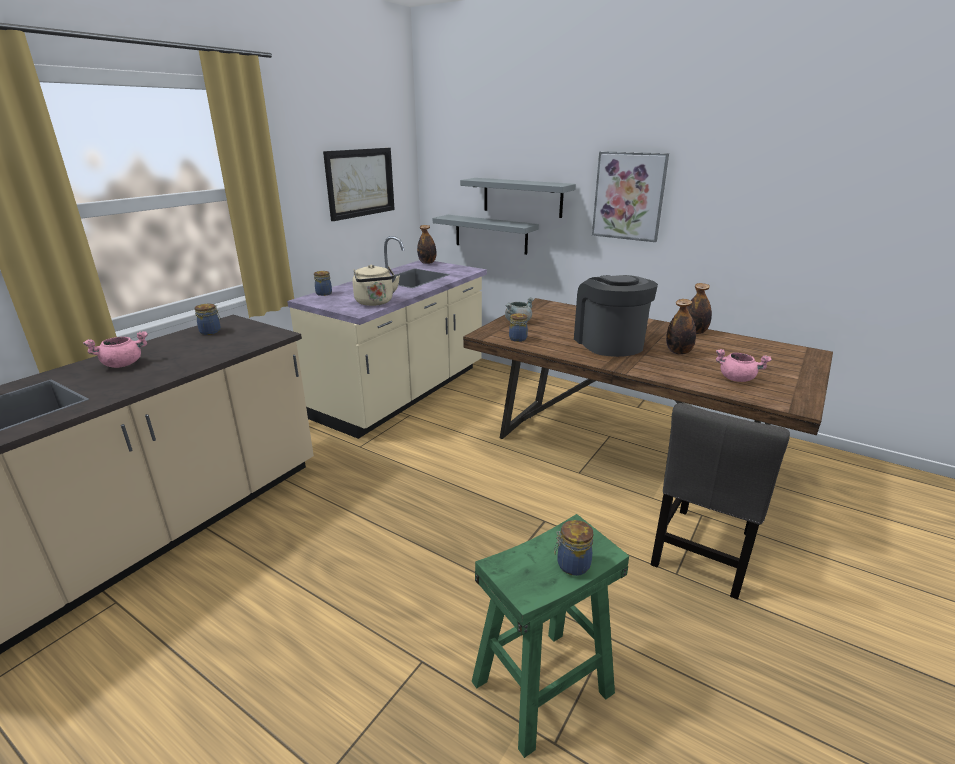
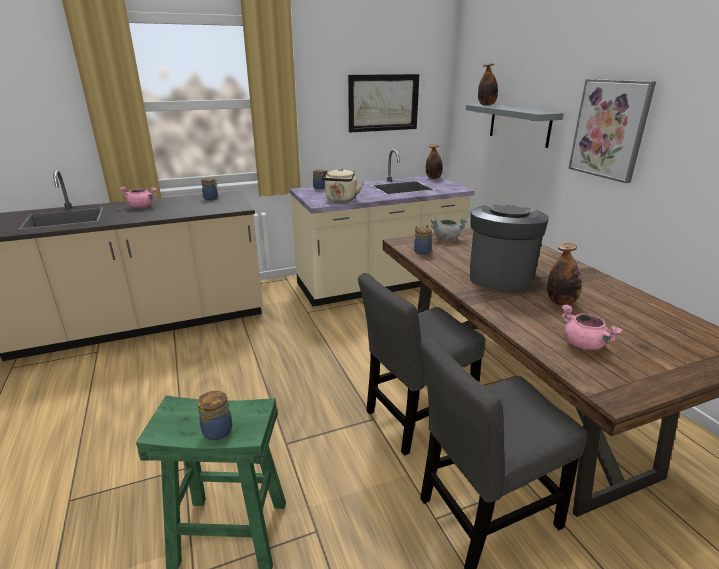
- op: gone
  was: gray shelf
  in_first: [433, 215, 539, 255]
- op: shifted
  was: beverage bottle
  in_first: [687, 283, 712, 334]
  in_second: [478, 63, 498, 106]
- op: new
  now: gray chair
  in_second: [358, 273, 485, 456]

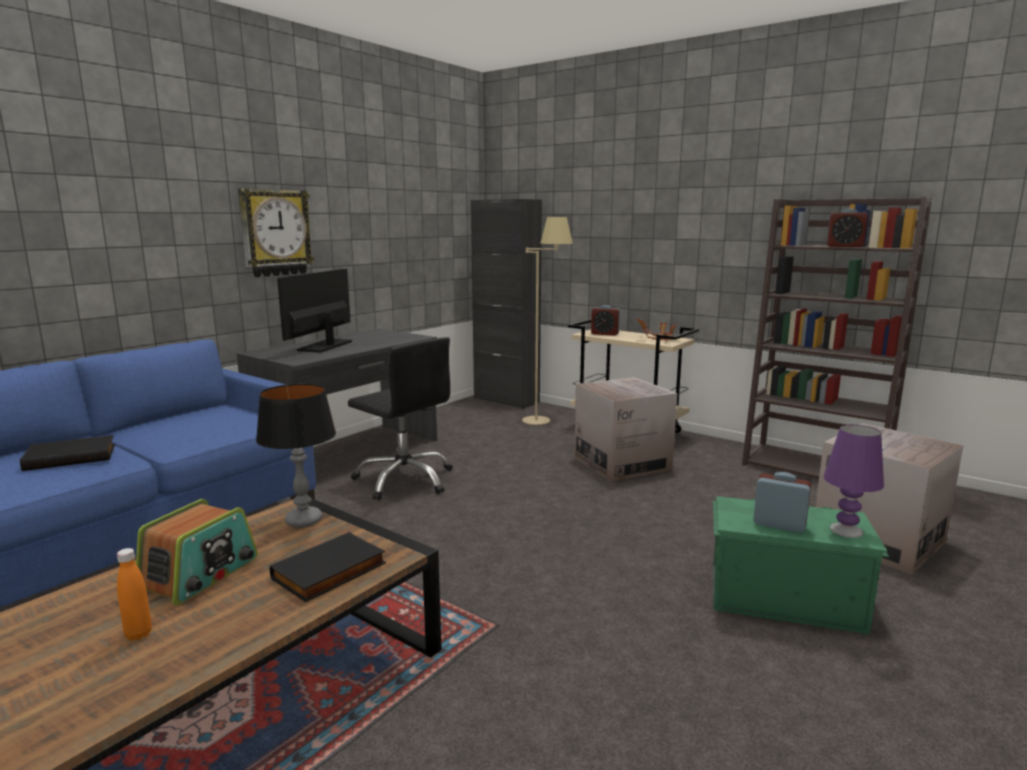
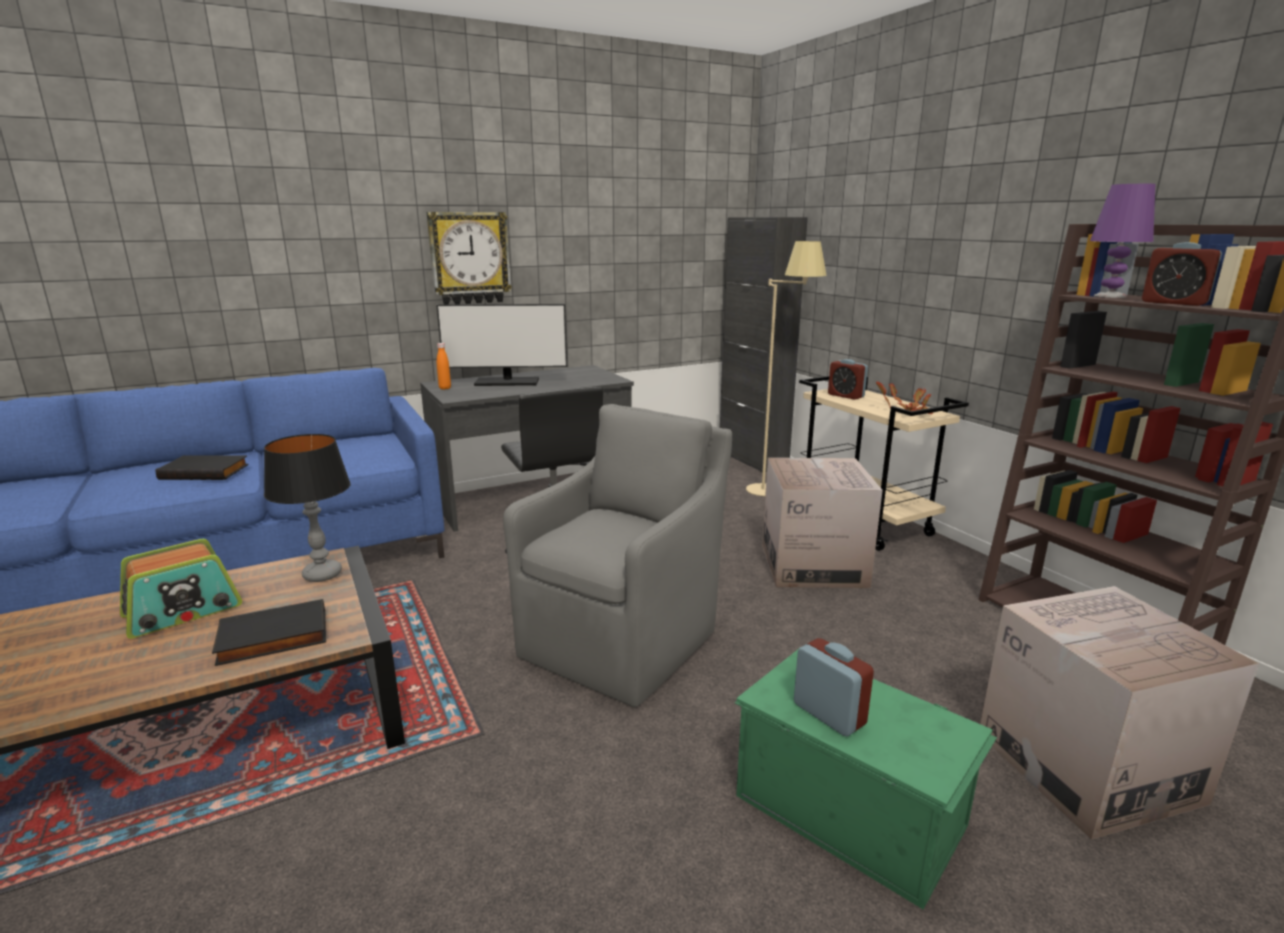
- op: shifted
  was: orangey beverage bottle
  in_first: [117, 548, 152, 640]
  in_second: [437, 343, 451, 389]
- op: rotated
  was: computer display
  in_first: [277, 269, 352, 353]
  in_second: [436, 304, 567, 386]
  clockwise: -135
- op: shifted
  was: purple-coloured table lamp
  in_first: [823, 425, 884, 538]
  in_second: [1090, 184, 1155, 298]
- op: new
  now: gray easy chair
  in_second: [503, 404, 732, 707]

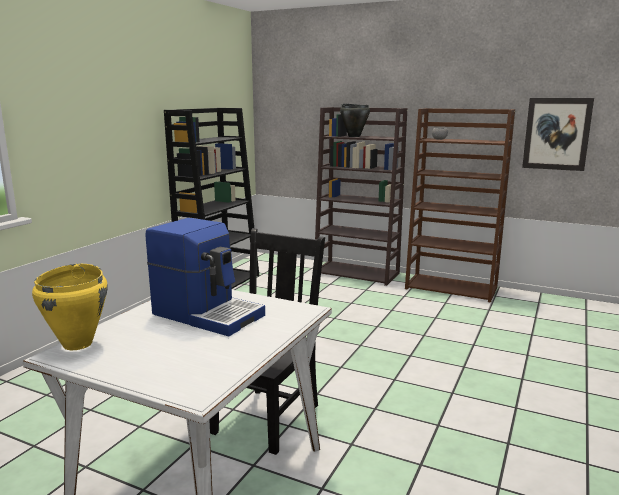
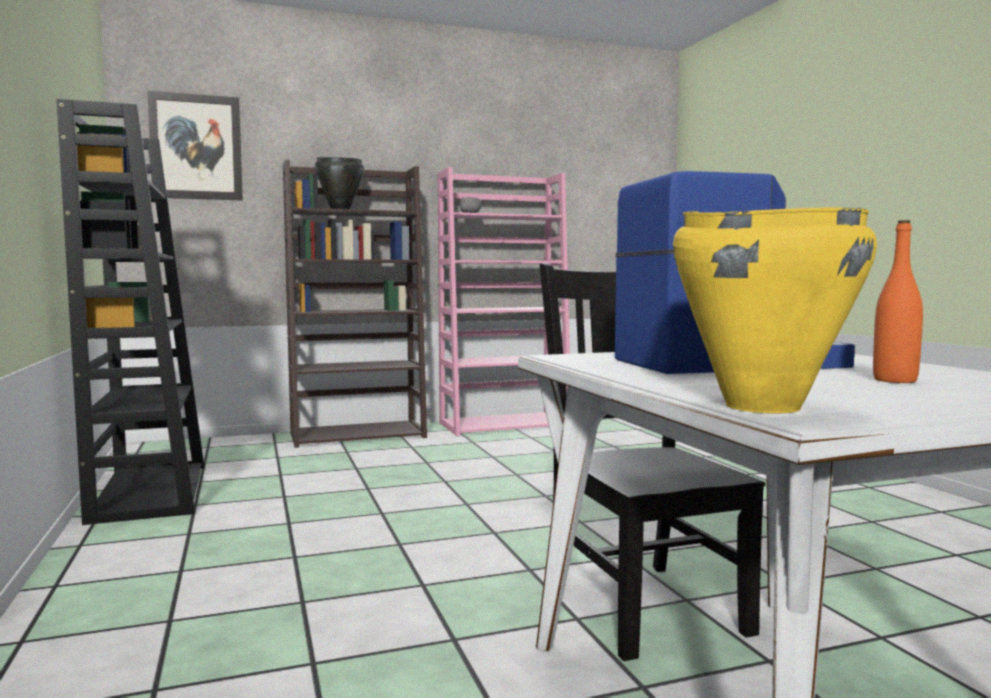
- op: repainted
  was: brown-coloured bookshelf
  now: pink bookshelf
  in_first: [405, 108, 515, 303]
  in_second: [438, 167, 570, 436]
- op: shifted
  was: picture
  in_first: [522, 98, 594, 171]
  in_second: [147, 91, 243, 200]
- op: new
  now: orangey beverage bottle
  in_second: [873, 220, 923, 383]

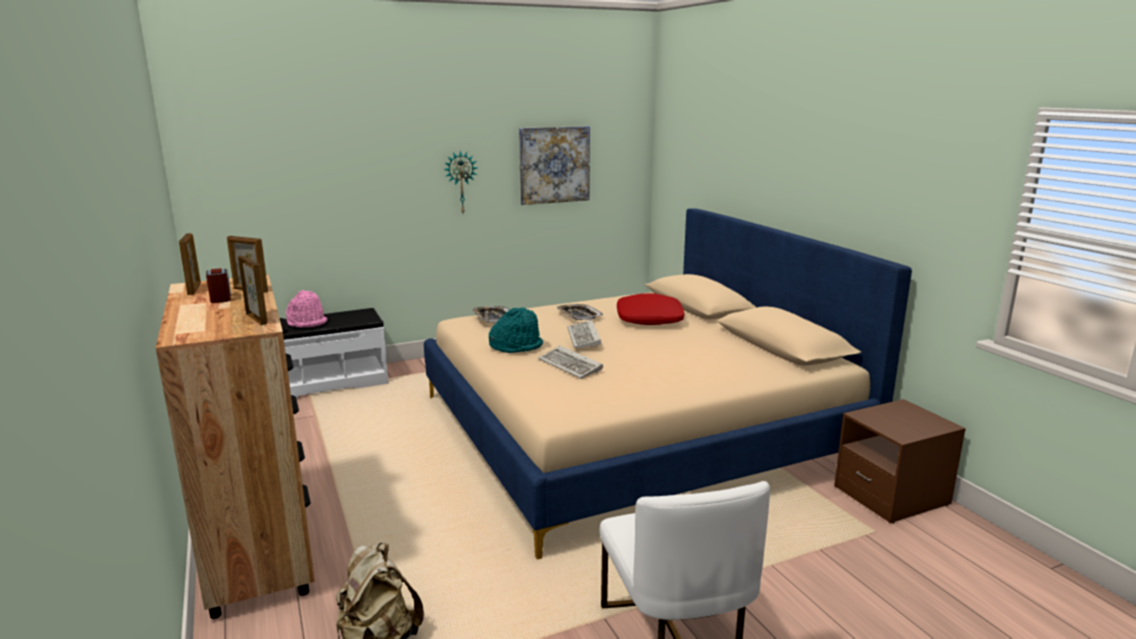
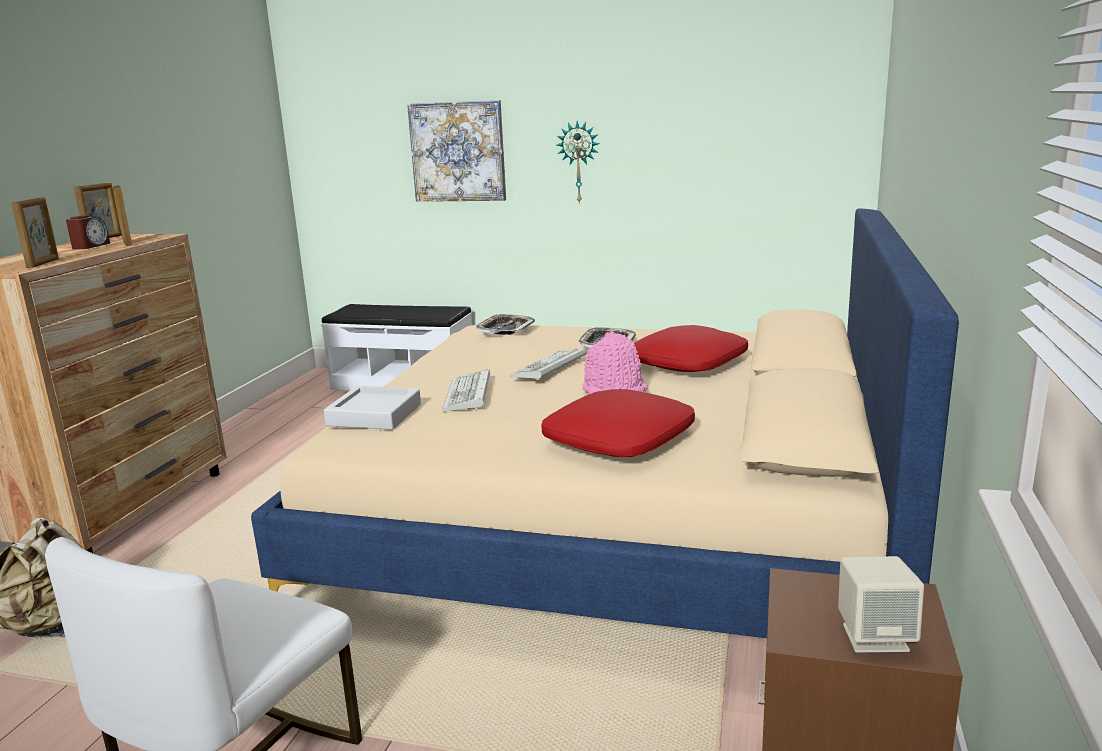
- op: shifted
  was: pink hat
  in_first: [286, 290, 328, 328]
  in_second: [582, 331, 648, 394]
- op: gone
  was: turquoise-coloured hat
  in_first: [489, 307, 543, 353]
- op: shifted
  was: picture
  in_first: [519, 126, 590, 205]
  in_second: [407, 100, 506, 202]
- op: new
  now: gray carrying tray
  in_second: [324, 386, 421, 430]
- op: new
  now: red throw pillow
  in_second: [542, 389, 695, 457]
- op: new
  now: beige-coloured speaker
  in_second: [838, 556, 924, 653]

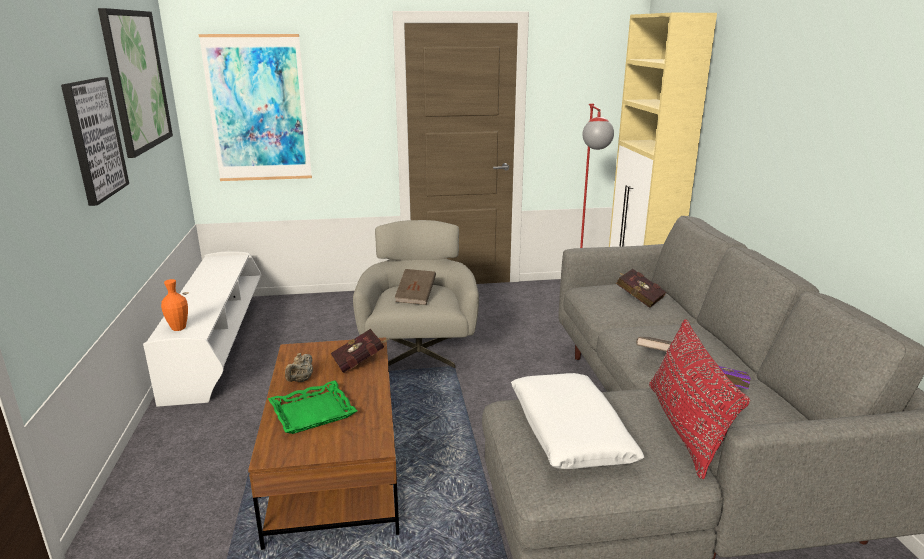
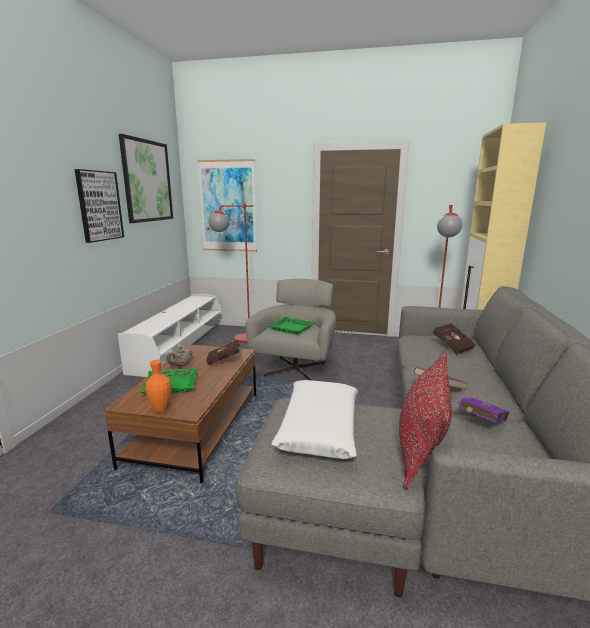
- op: shifted
  was: orangey decorative vase
  in_first: [161, 279, 188, 331]
  in_second: [145, 360, 171, 413]
- op: swapped
  was: brown-coloured volume
  now: greenish carrying tray
  in_first: [394, 269, 436, 305]
  in_second: [268, 317, 315, 334]
- op: new
  now: red standing lamp
  in_second: [208, 204, 254, 343]

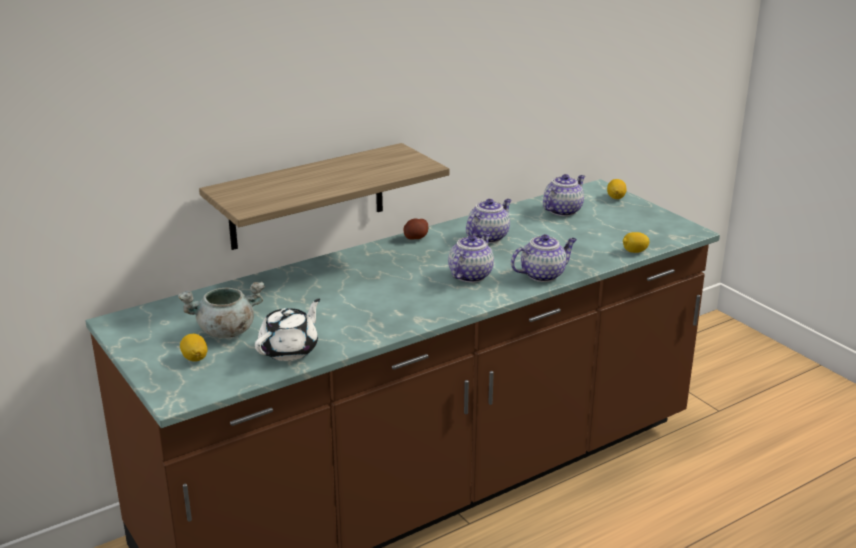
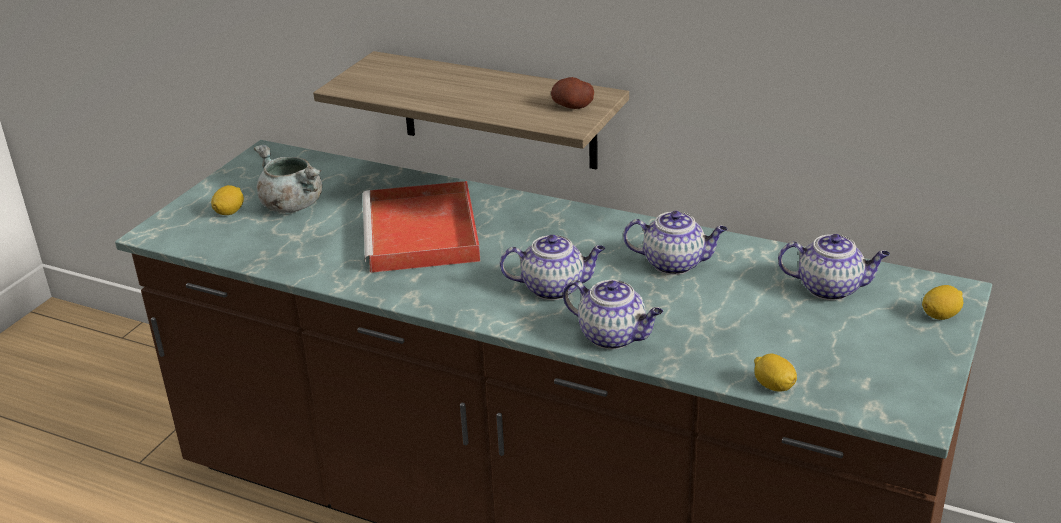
- op: gone
  was: white-coloured pot for tea
  in_first: [255, 299, 320, 361]
- op: shifted
  was: whole potato
  in_first: [403, 218, 428, 239]
  in_second: [551, 77, 594, 109]
- op: new
  now: red carrying tray
  in_second: [362, 181, 480, 273]

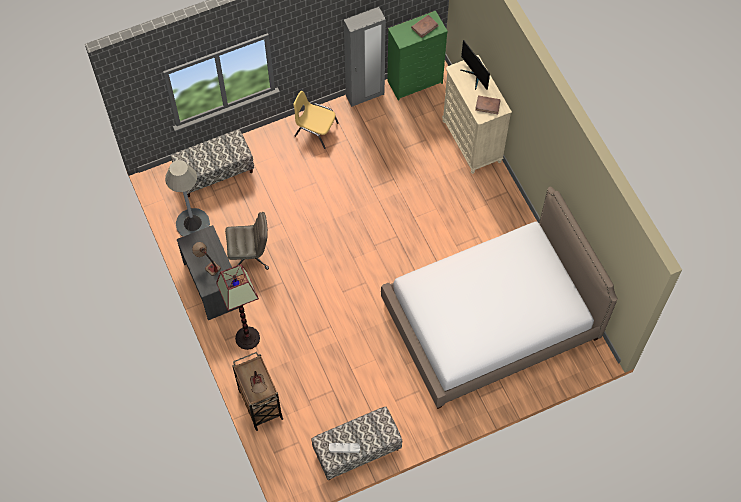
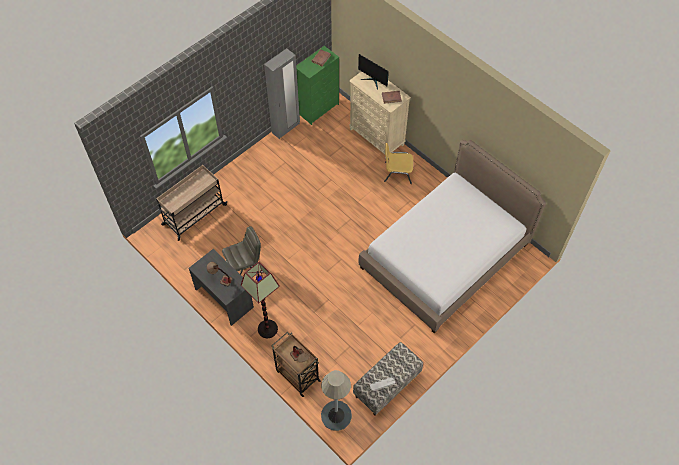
- op: shifted
  was: gray standing lamp
  in_first: [165, 160, 210, 237]
  in_second: [321, 370, 352, 431]
- op: swapped
  was: bench
  now: beige-coloured trolley
  in_first: [171, 129, 254, 197]
  in_second: [156, 165, 227, 241]
- op: shifted
  was: yellow chair
  in_first: [293, 91, 339, 149]
  in_second: [384, 143, 413, 184]

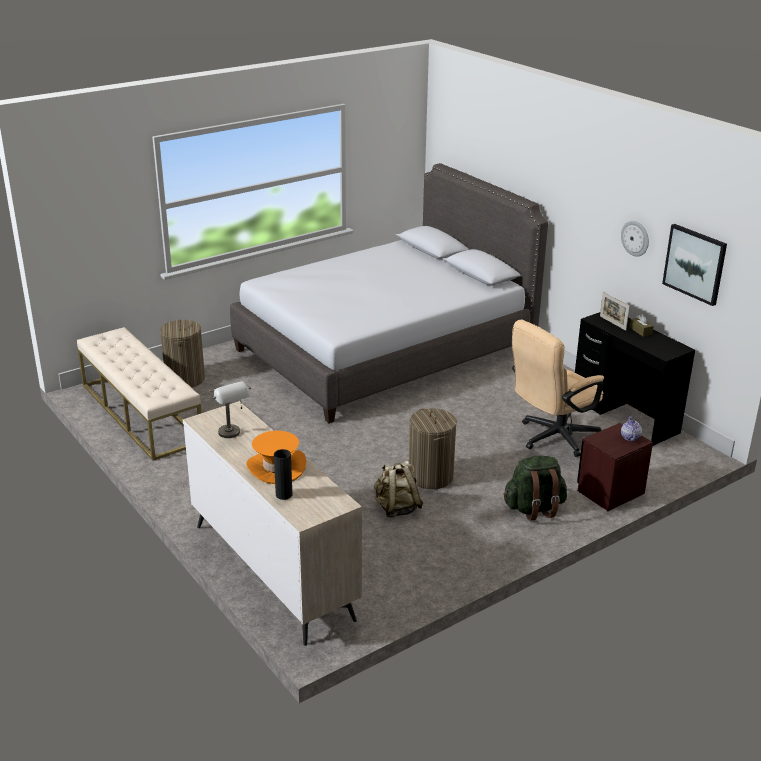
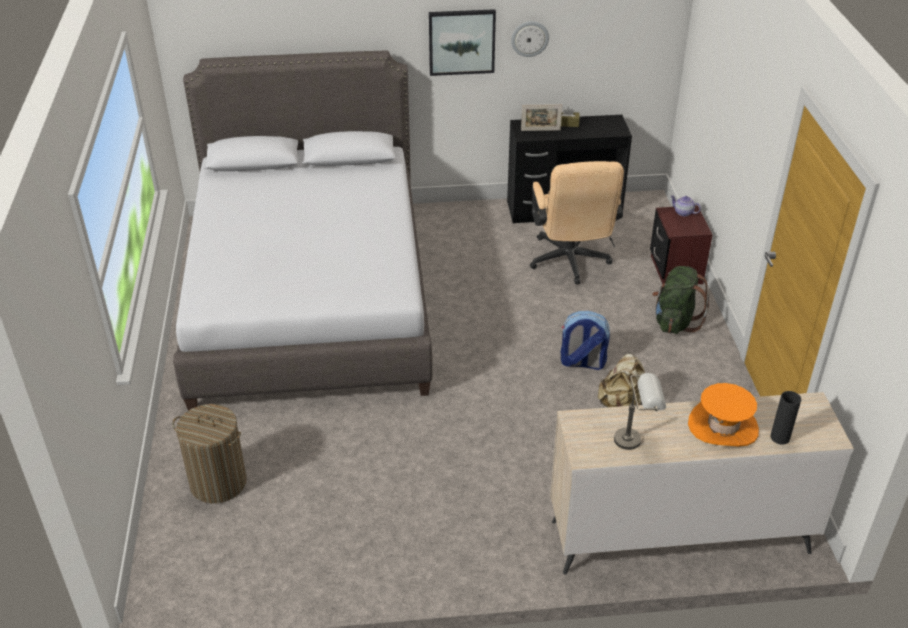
- op: gone
  was: beige-coloured bench
  in_first: [77, 327, 202, 461]
- op: swapped
  was: laundry basket
  now: backpack
  in_first: [409, 408, 457, 489]
  in_second: [561, 311, 610, 370]
- op: shifted
  was: picture
  in_first: [662, 224, 727, 306]
  in_second: [429, 9, 496, 76]

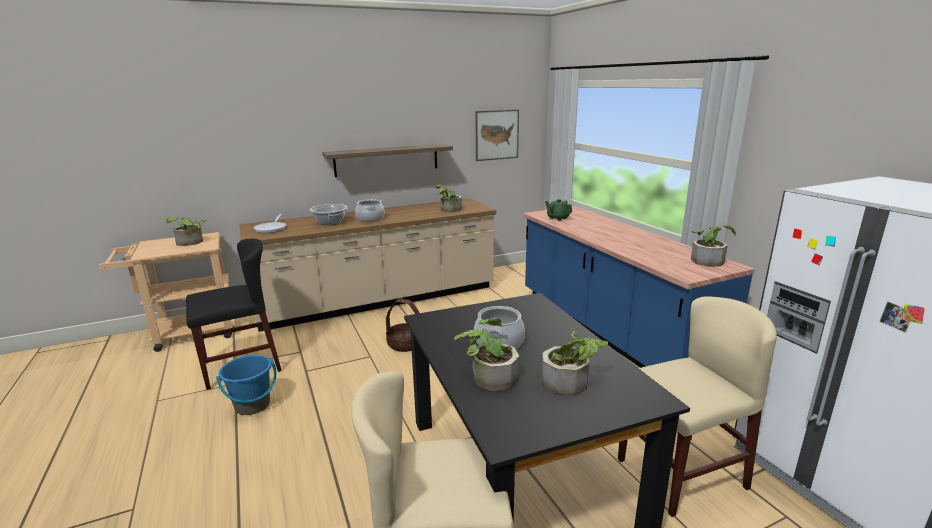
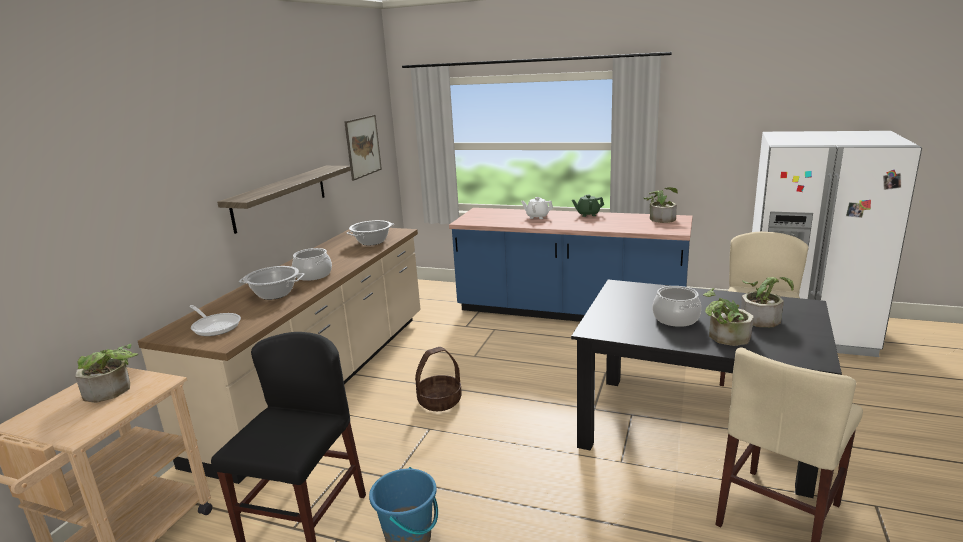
- op: swapped
  was: potted plant
  now: saucepot
  in_first: [436, 184, 462, 212]
  in_second: [346, 220, 394, 246]
- op: shifted
  was: greenish pot for tea
  in_first: [545, 199, 572, 221]
  in_second: [572, 195, 604, 217]
- op: new
  now: white-coloured pot for tea
  in_second: [521, 197, 553, 219]

